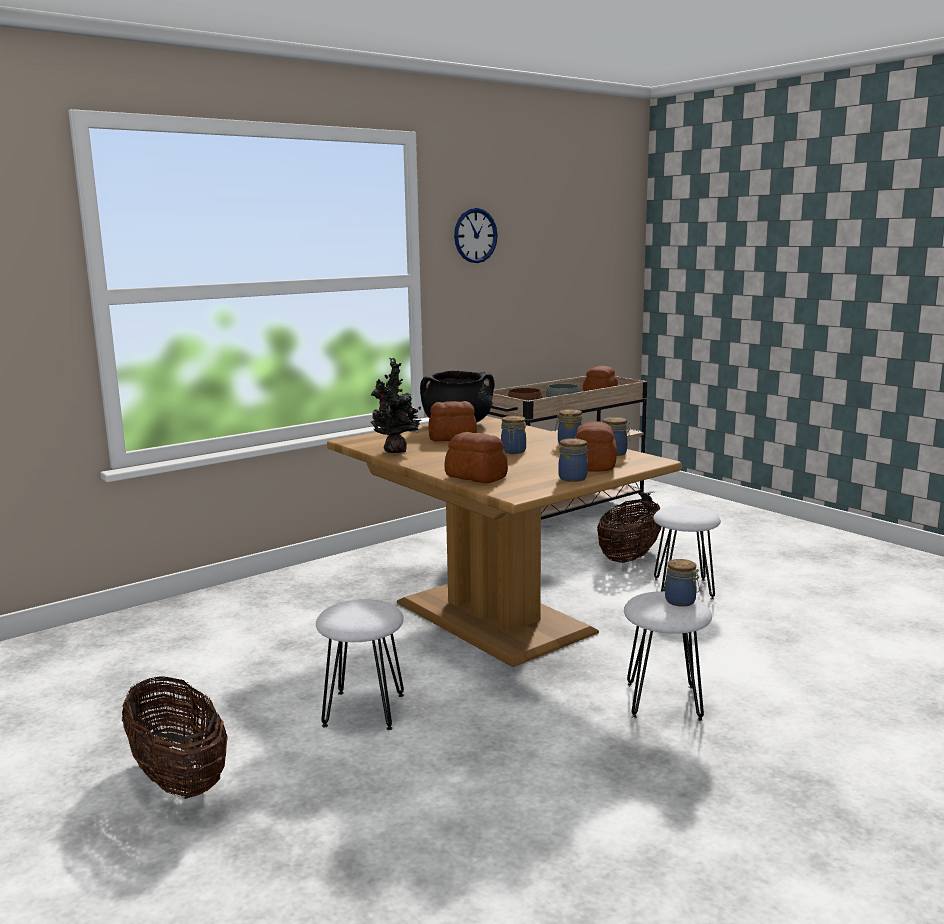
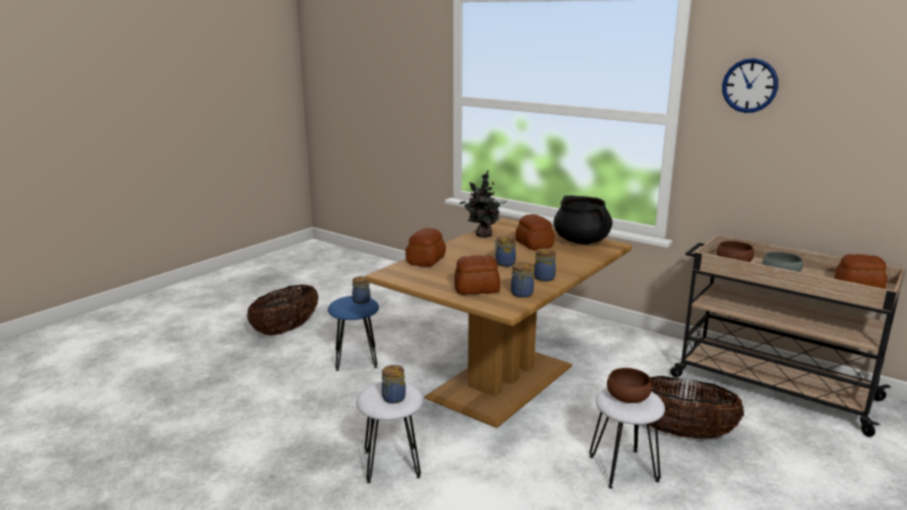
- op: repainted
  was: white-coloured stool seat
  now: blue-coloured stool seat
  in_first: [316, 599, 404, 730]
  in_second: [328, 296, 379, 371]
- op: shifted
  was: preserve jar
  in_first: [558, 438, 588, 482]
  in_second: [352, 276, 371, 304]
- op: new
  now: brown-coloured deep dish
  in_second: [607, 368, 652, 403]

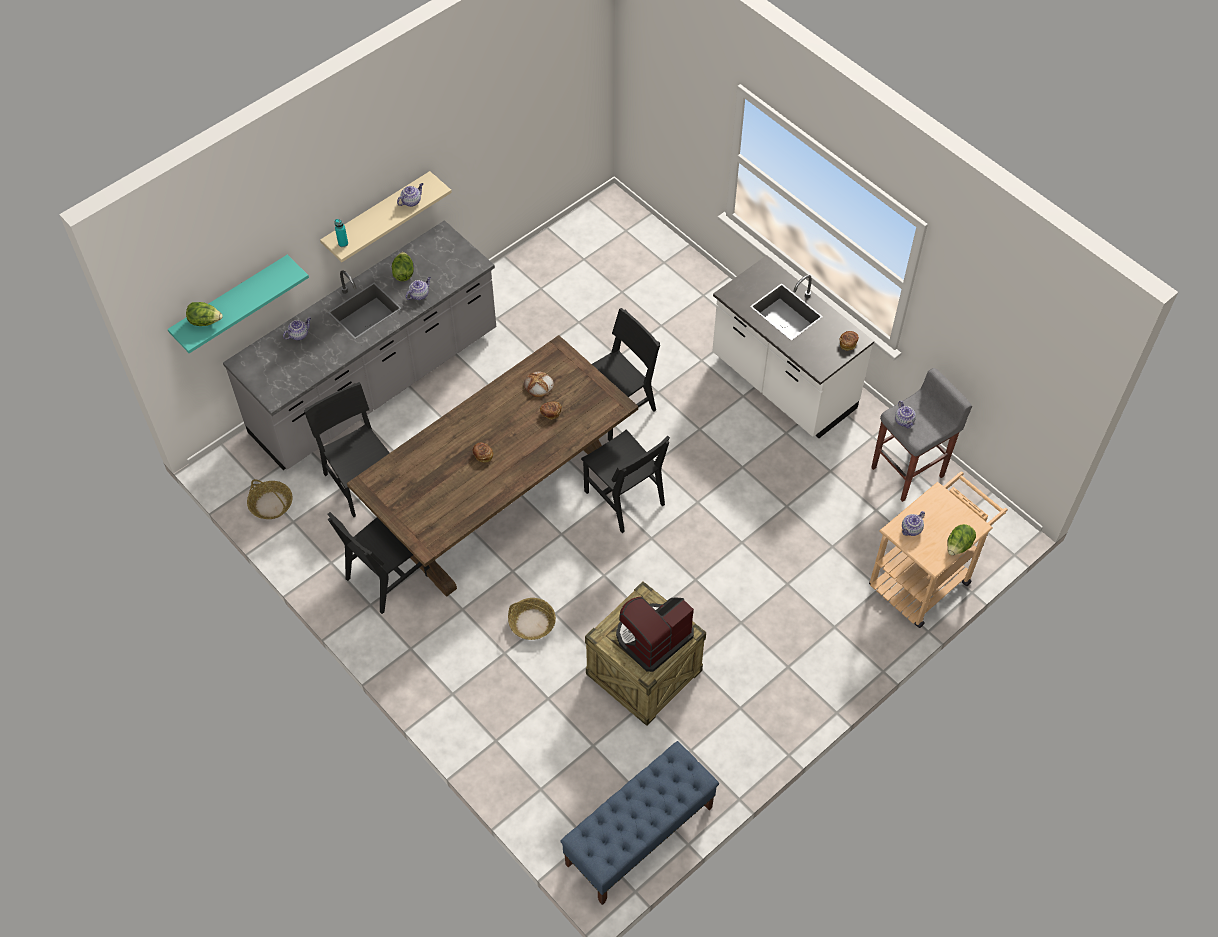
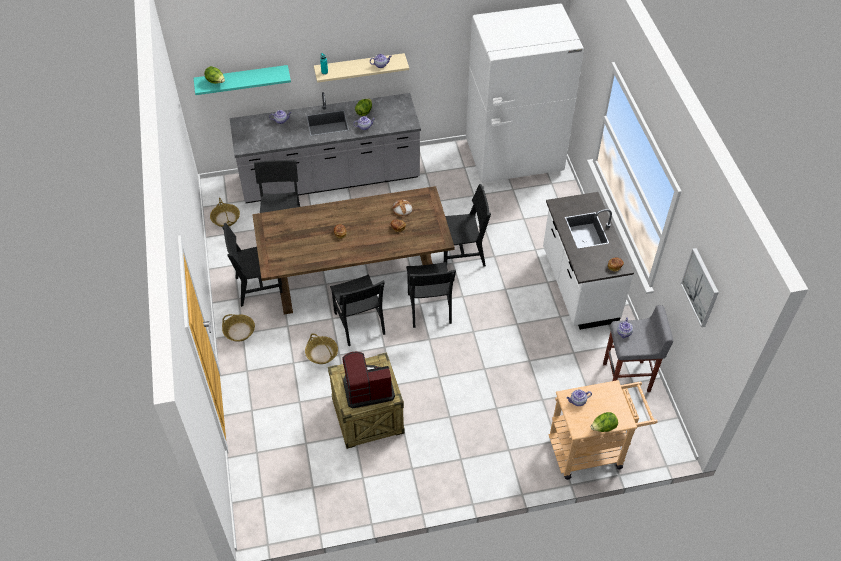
- op: gone
  was: blue-coloured bench
  in_first: [560, 741, 719, 905]
- op: new
  now: basket
  in_second: [222, 314, 255, 342]
- op: new
  now: black chair
  in_second: [330, 274, 385, 346]
- op: new
  now: white-coloured kitchen fridge
  in_second: [466, 4, 584, 183]
- op: new
  now: picture
  in_second: [681, 248, 719, 327]

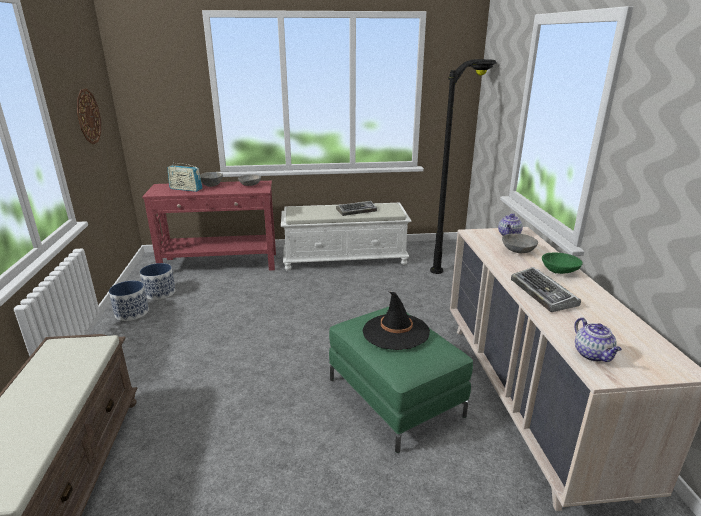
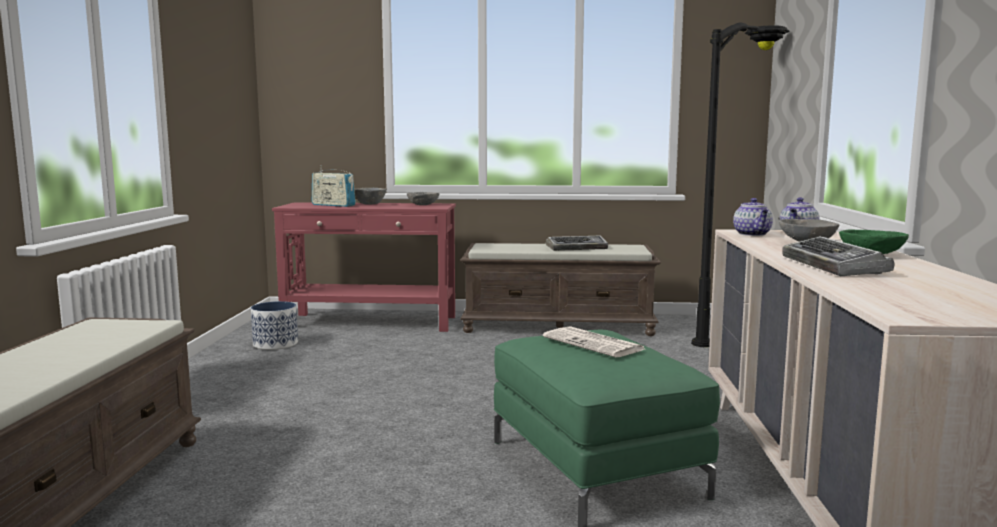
- op: gone
  was: clock on the wall
  in_first: [77, 88, 101, 145]
- op: gone
  was: plant pot
  in_first: [109, 281, 149, 321]
- op: repainted
  was: white-coloured bench
  now: brown-coloured bench
  in_first: [281, 202, 411, 271]
  in_second: [460, 243, 661, 336]
- op: swapped
  was: black hat
  now: daily paper
  in_first: [363, 292, 430, 350]
  in_second: [543, 326, 644, 357]
- op: shifted
  was: pot for tea
  in_first: [574, 317, 622, 362]
  in_second: [733, 198, 773, 236]

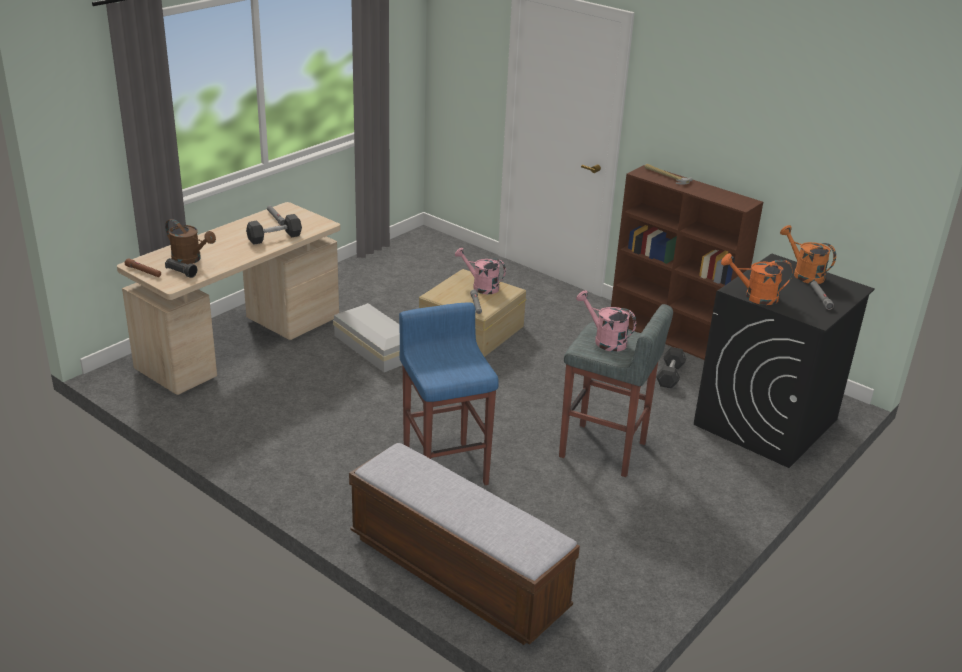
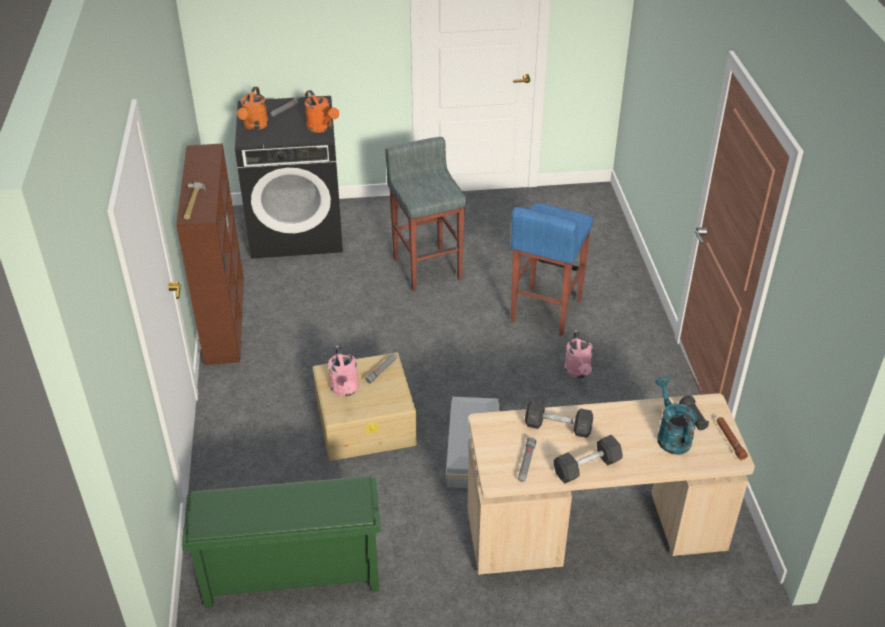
- op: repainted
  was: brown-coloured watering can
  now: turquoise-coloured watering can
  in_first: [165, 219, 216, 264]
  in_second: [656, 377, 697, 455]
- op: gone
  was: bench
  in_first: [349, 443, 580, 645]
- op: shifted
  was: pink watering can
  in_first: [576, 290, 636, 352]
  in_second: [564, 331, 593, 378]
- op: shifted
  was: gray hand weight
  in_first: [656, 347, 686, 389]
  in_second: [554, 435, 623, 483]
- op: new
  now: greenish shoe stand
  in_second: [182, 476, 381, 609]

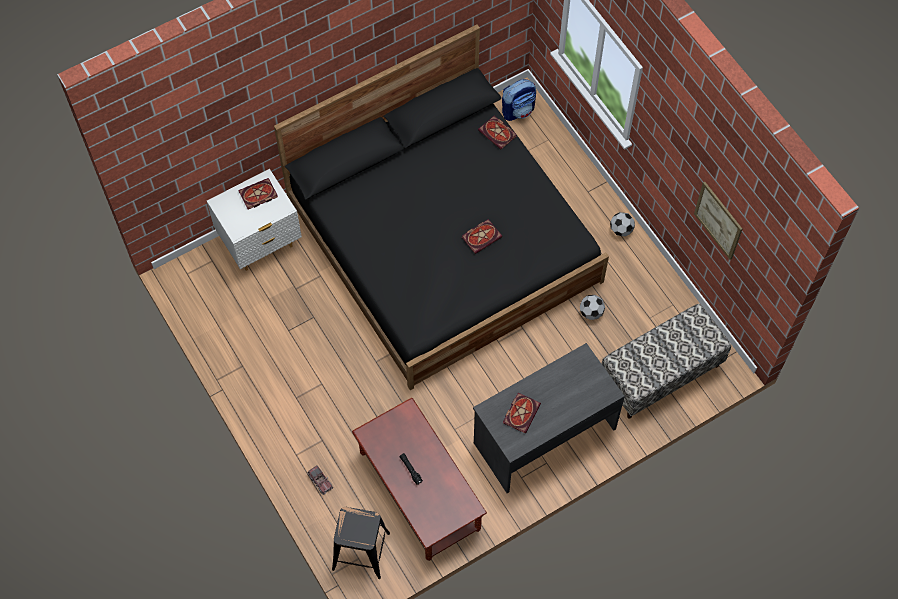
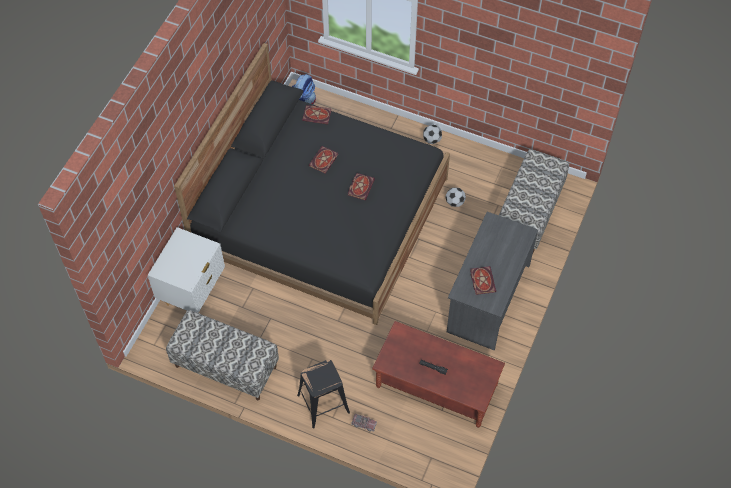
- op: shifted
  was: volume
  in_first: [238, 178, 278, 209]
  in_second: [309, 146, 338, 173]
- op: shifted
  was: black stool seat
  in_first: [332, 507, 390, 579]
  in_second: [297, 360, 350, 429]
- op: gone
  was: picture
  in_first: [694, 182, 742, 260]
- op: new
  now: bench
  in_second: [166, 310, 279, 400]

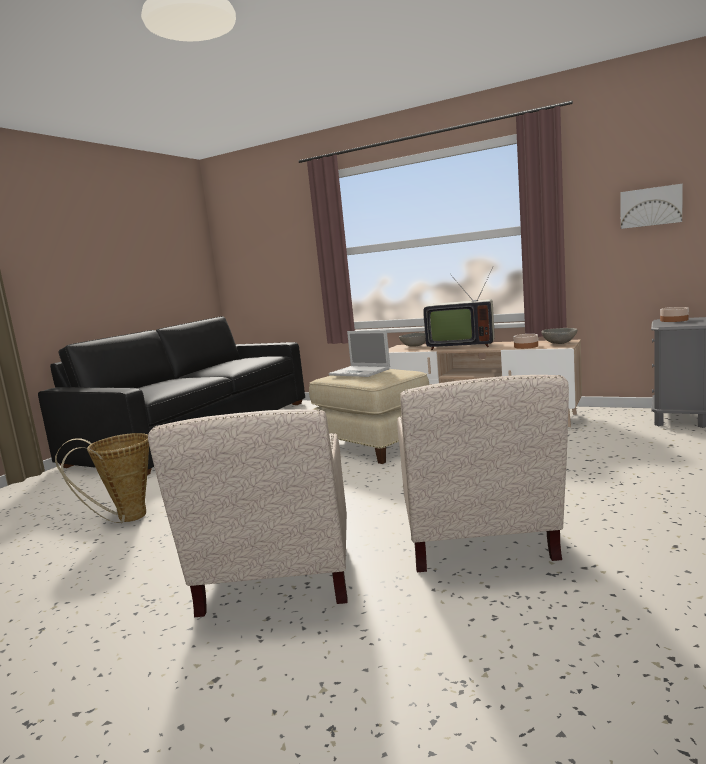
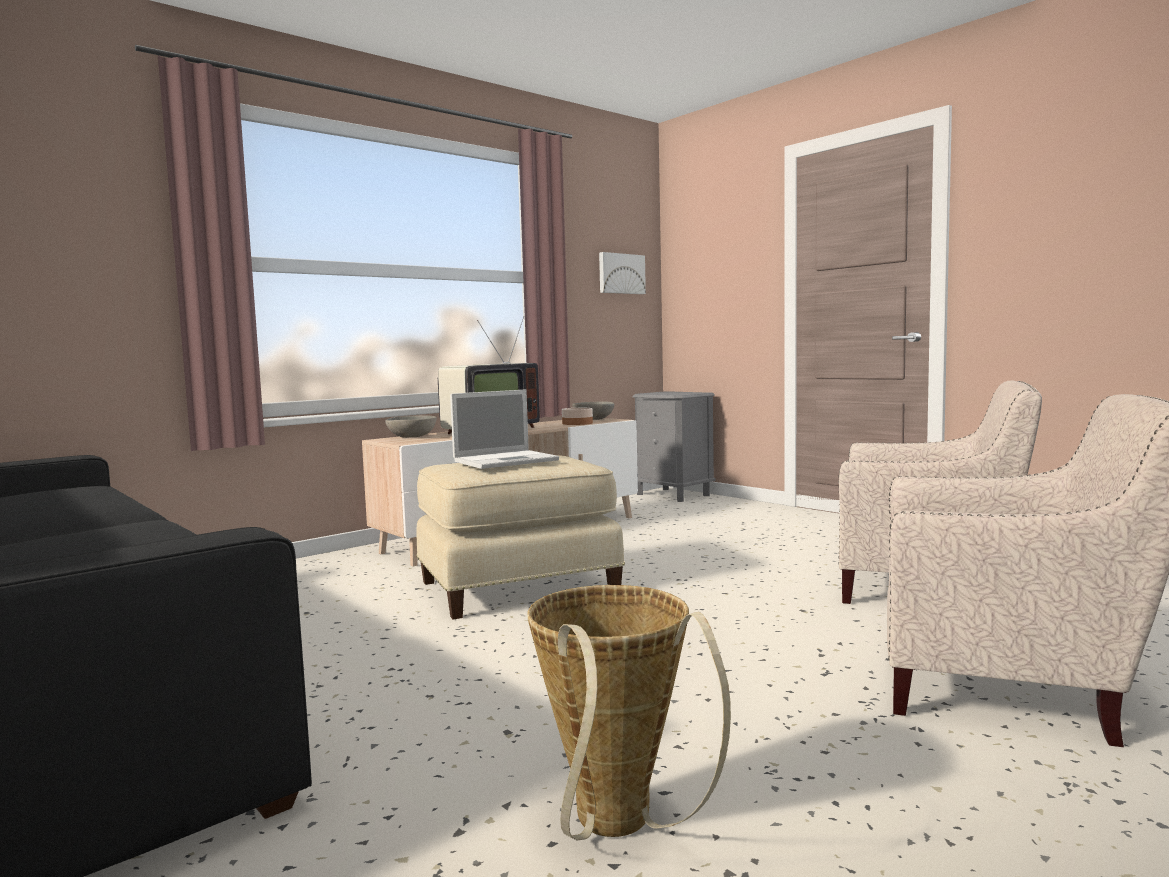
- op: gone
  was: deep dish
  in_first: [660, 307, 689, 322]

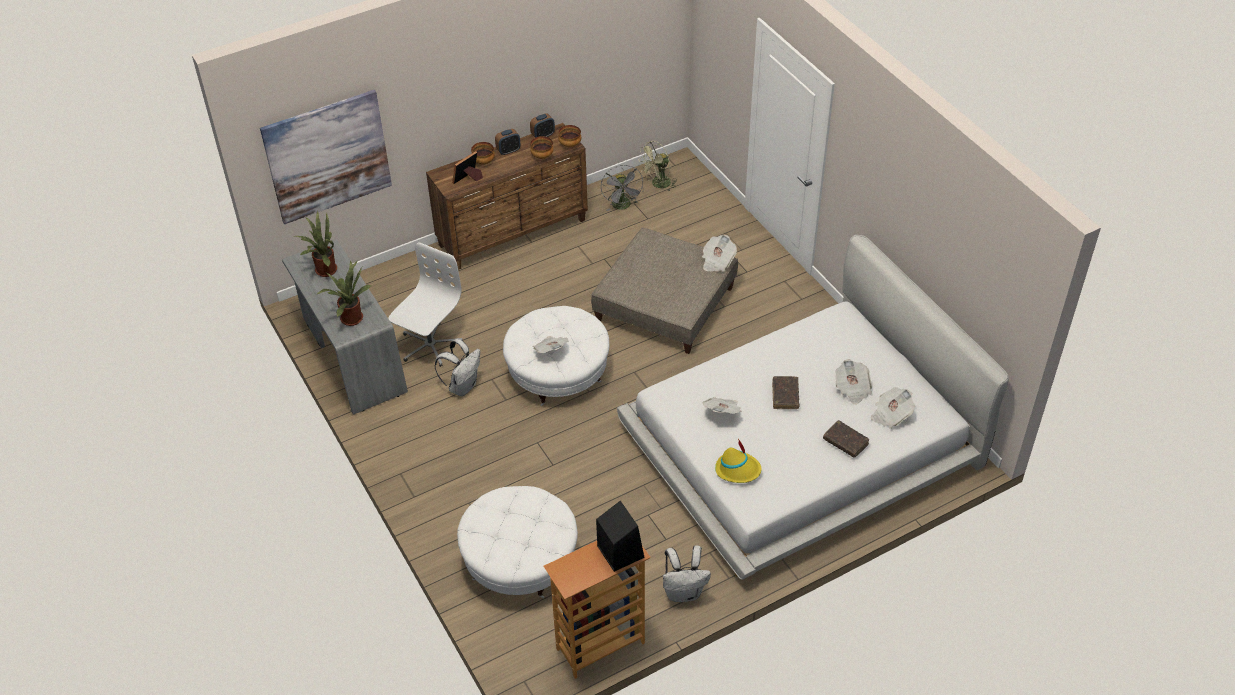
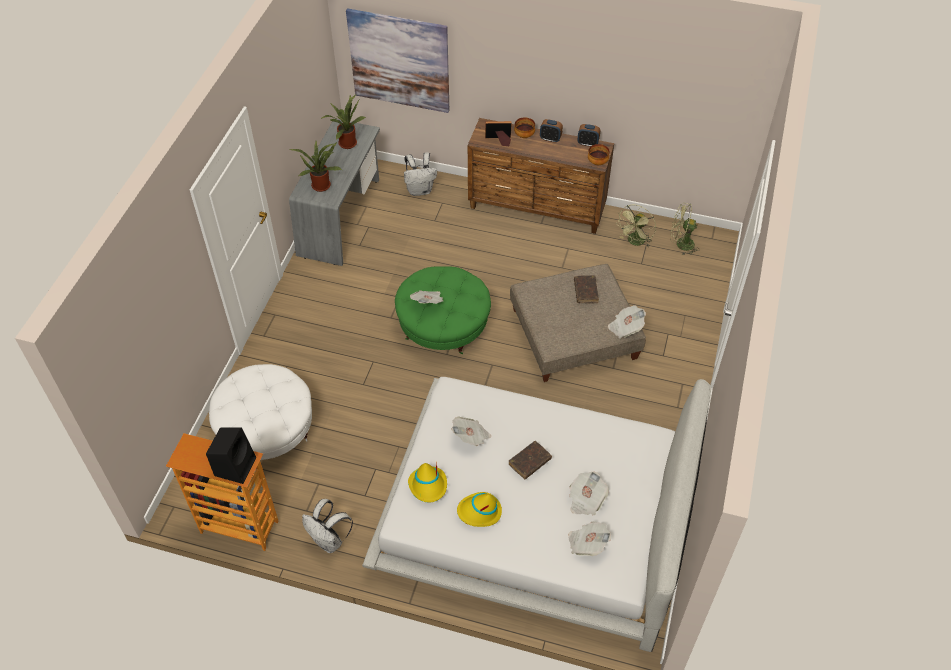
- op: gone
  was: white-coloured computer chair
  in_first: [388, 242, 463, 367]
- op: shifted
  was: white-coloured backpack
  in_first: [435, 339, 480, 396]
  in_second: [404, 152, 437, 196]
- op: repainted
  was: white-coloured pouffe
  now: greenish pouffe
  in_first: [503, 306, 609, 406]
  in_second: [395, 266, 491, 354]
- op: gone
  was: deep dish
  in_first: [530, 136, 554, 159]
- op: repainted
  was: gray cooling fan
  now: greenish cooling fan
  in_first: [601, 165, 644, 211]
  in_second: [619, 205, 656, 247]
- op: shifted
  was: brown-coloured volume
  in_first: [823, 420, 869, 458]
  in_second: [574, 275, 599, 303]
- op: new
  now: yellow hat
  in_second: [457, 492, 502, 527]

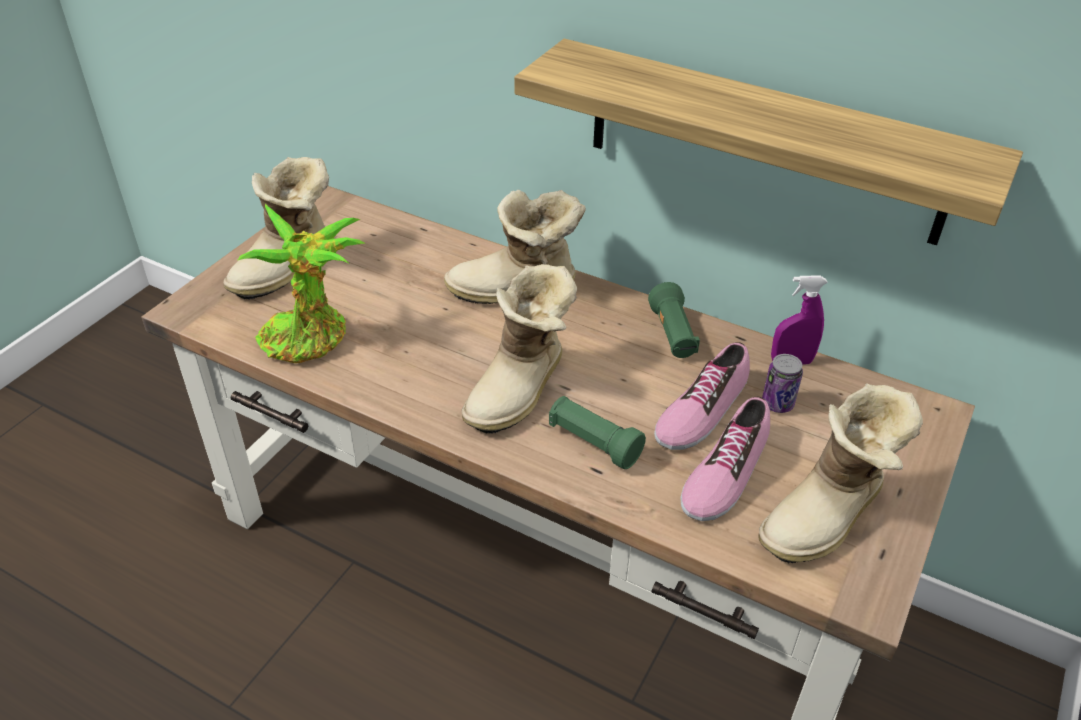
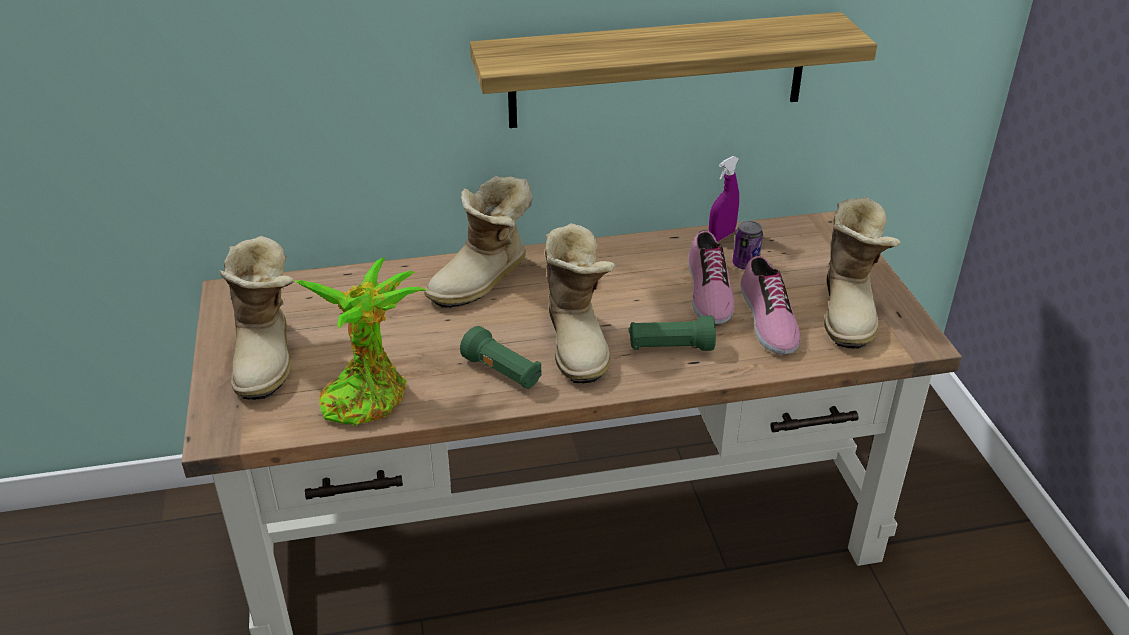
- op: shifted
  was: greenish flashlight
  in_first: [648, 282, 700, 358]
  in_second: [460, 326, 541, 389]

